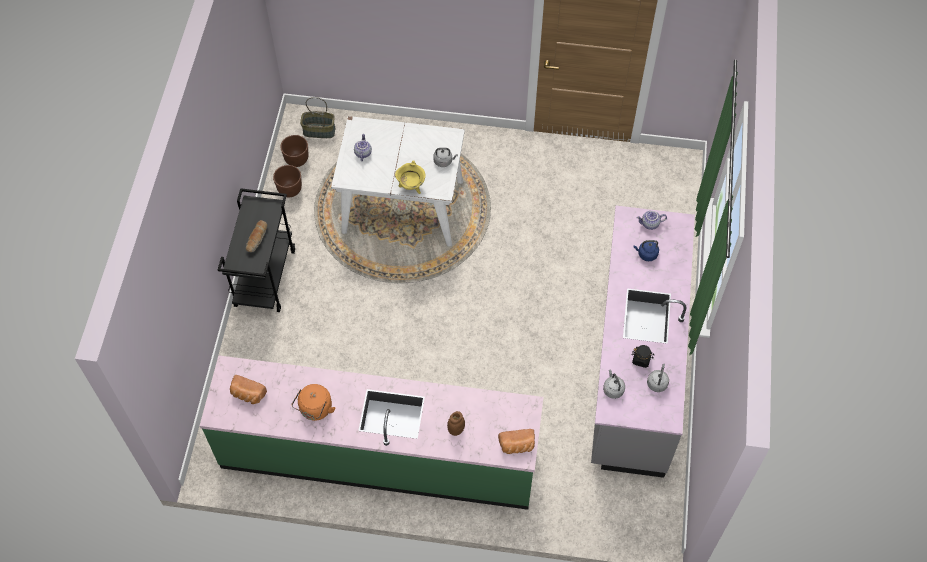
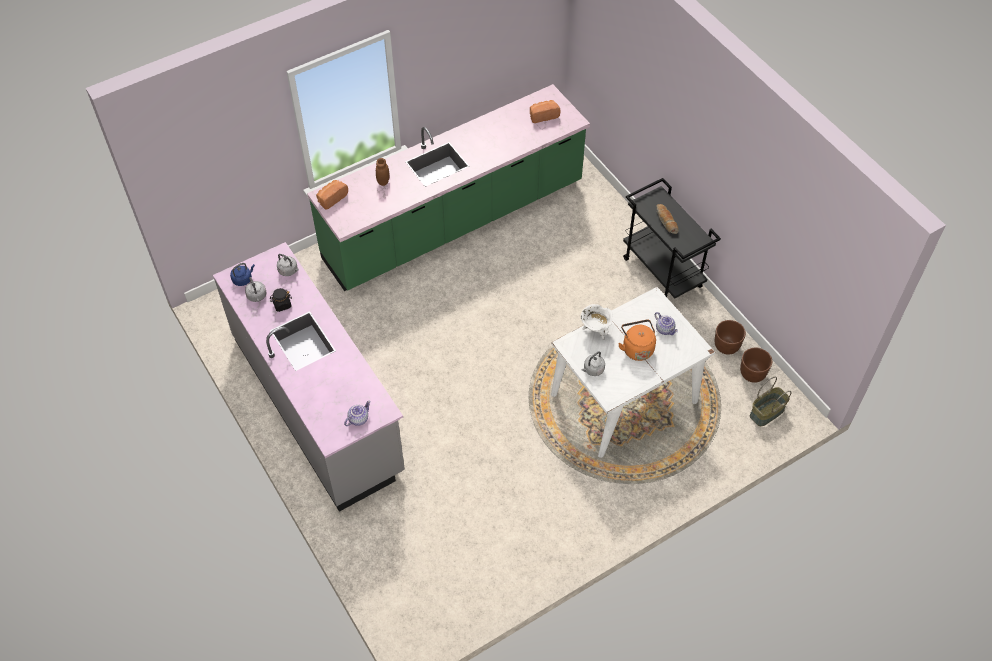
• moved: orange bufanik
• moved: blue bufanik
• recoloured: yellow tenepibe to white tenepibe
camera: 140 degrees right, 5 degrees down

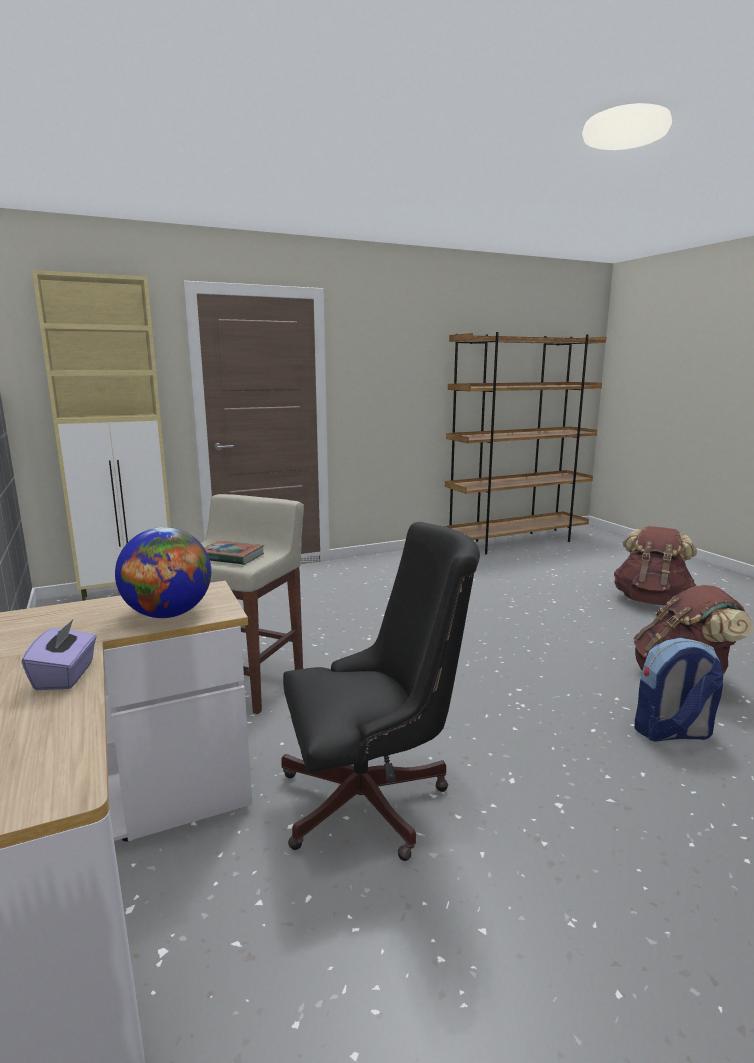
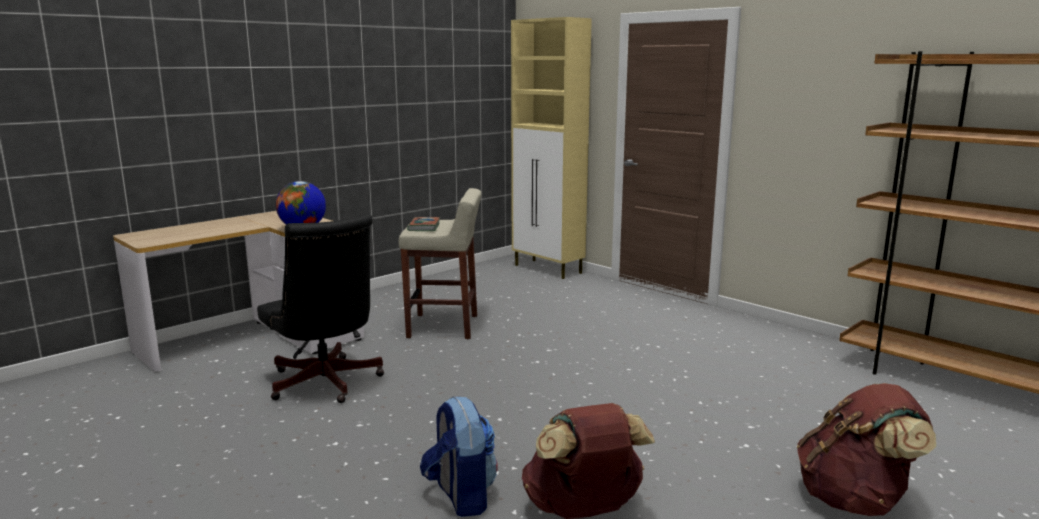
• removed: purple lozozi
camera: 70 degrees right, 0 degrees up

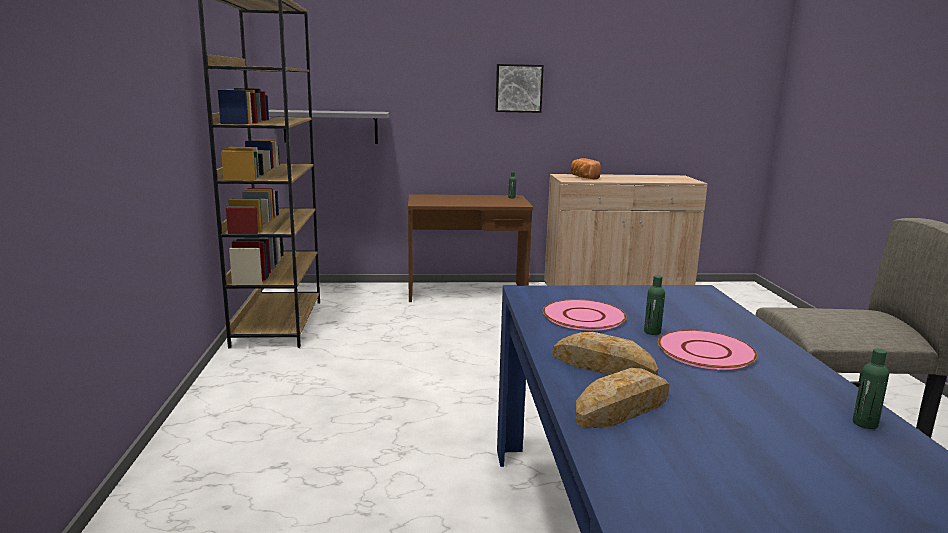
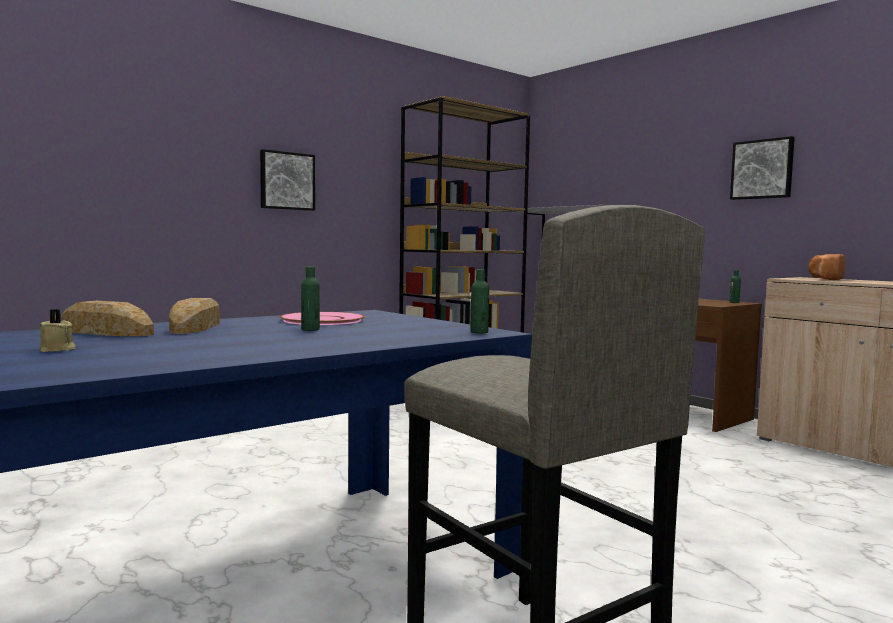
• removed: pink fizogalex (2nd from left)
• added: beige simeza
• added: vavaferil (1st from left)
• moved: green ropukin (3rd from left in the first image) to green ropukin (2nd from left)
camera: 55 degrees right, 10 degrees down

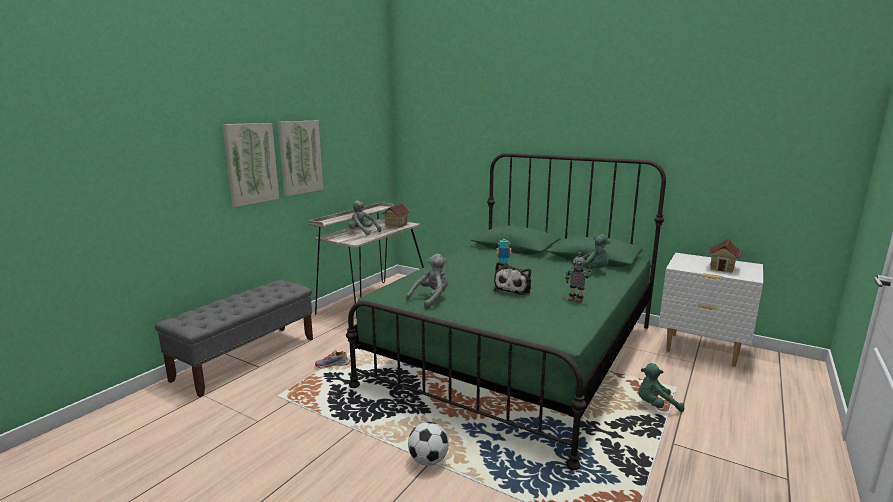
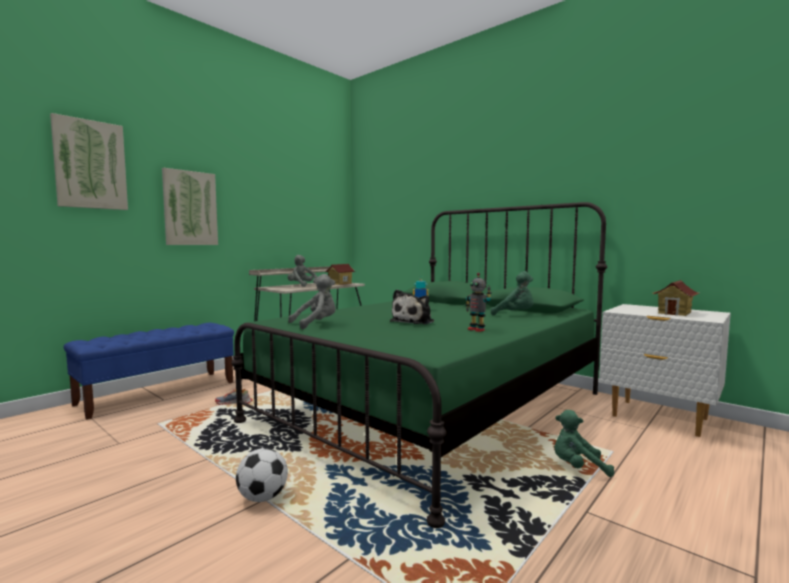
• moved: vavaferil (2nd from left in the first image) to vavaferil (1st from left)
• recoloured: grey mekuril to blue mekuril
camera: 10 degrees right, 10 degrees down

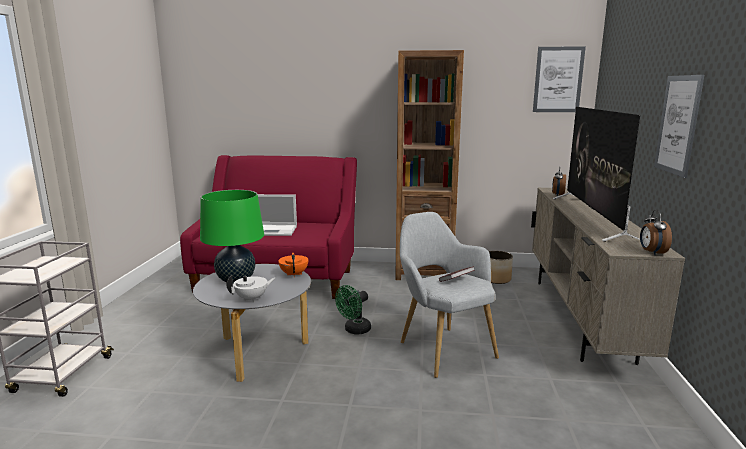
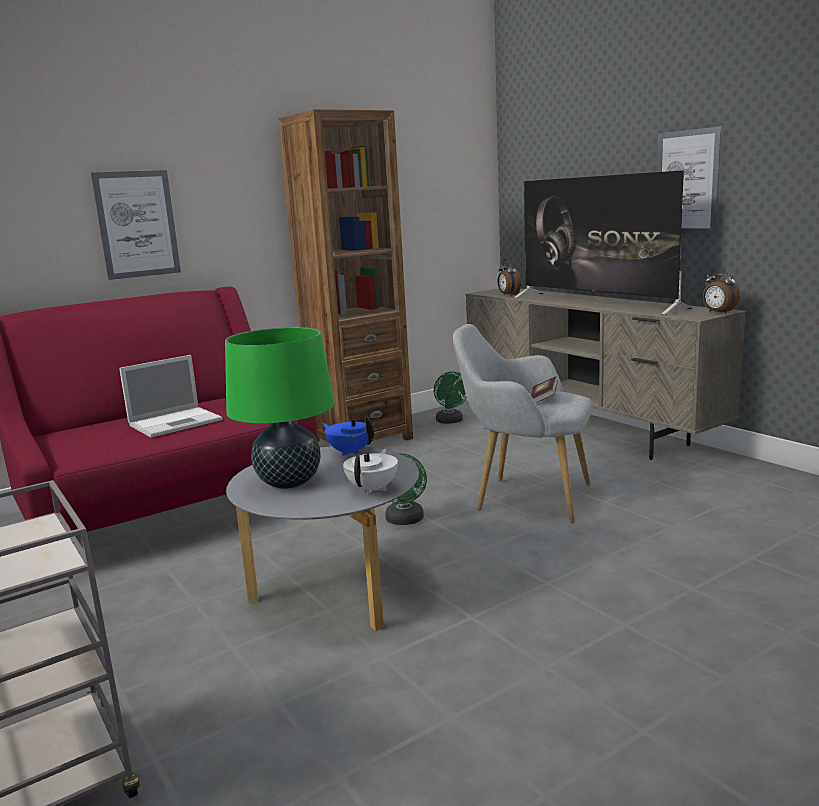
• moved: vavaferil (1st from left)
• replaced: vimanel to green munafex (2nd from left)
• recoloured: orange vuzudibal to blue vuzudibal
camera: 40 degrees left, 0 degrees up

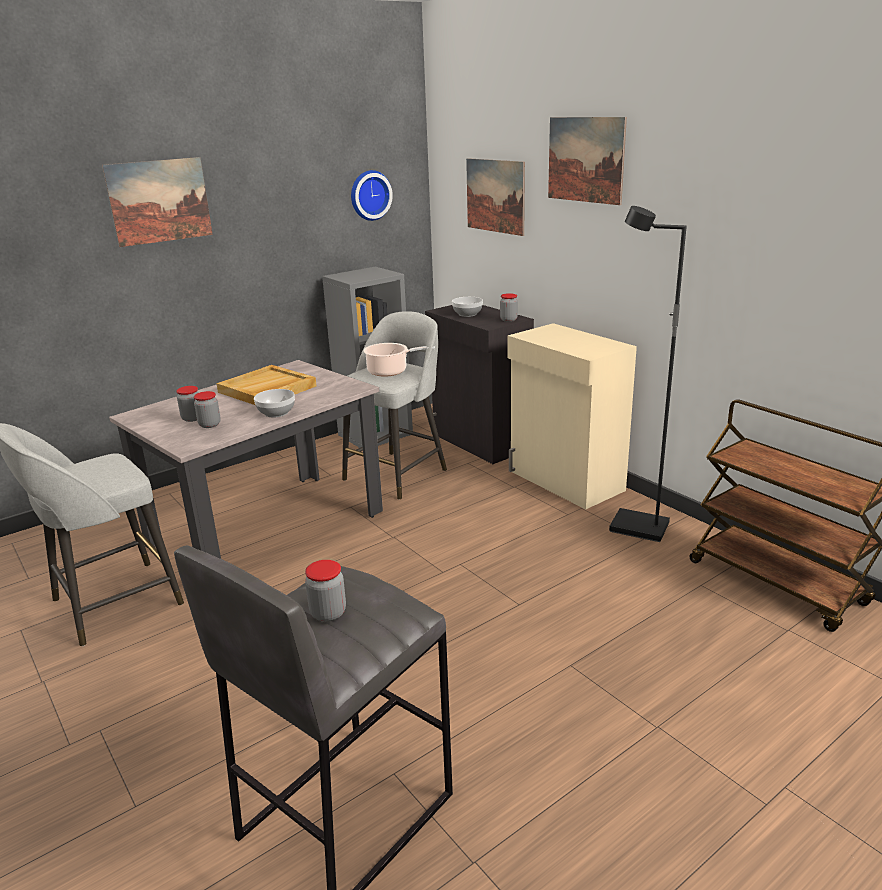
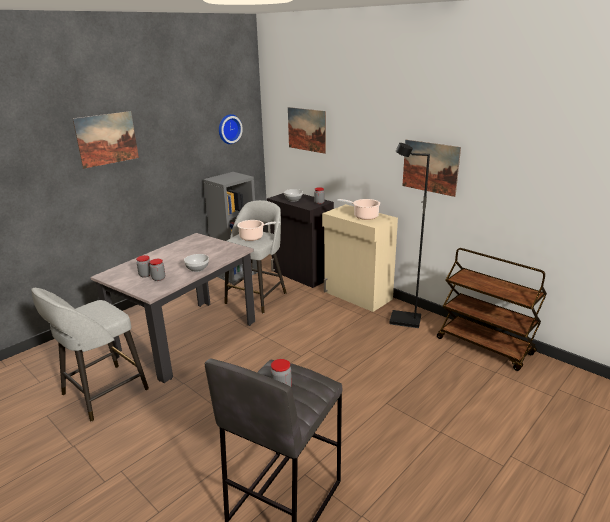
• removed: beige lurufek
• added: tenepibe (2nd from left)
• moved: vavaferil (3rd from left)
camera: 10 degrees left, 0 degrees up

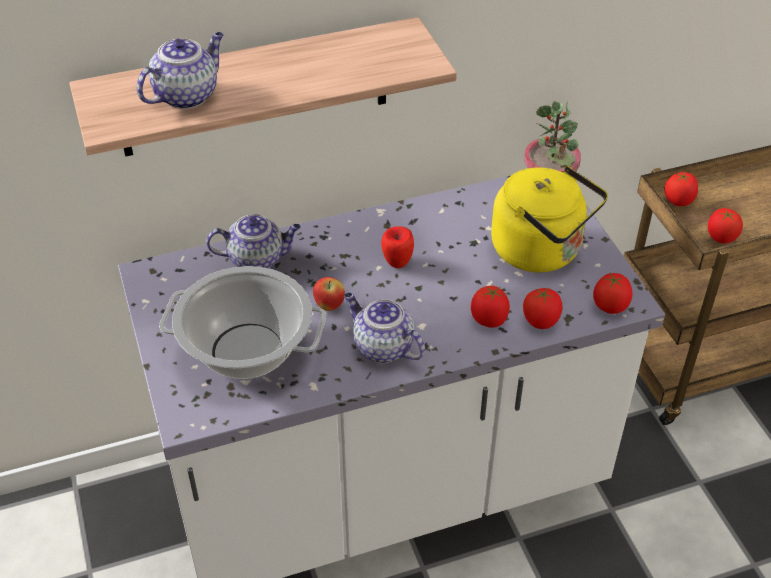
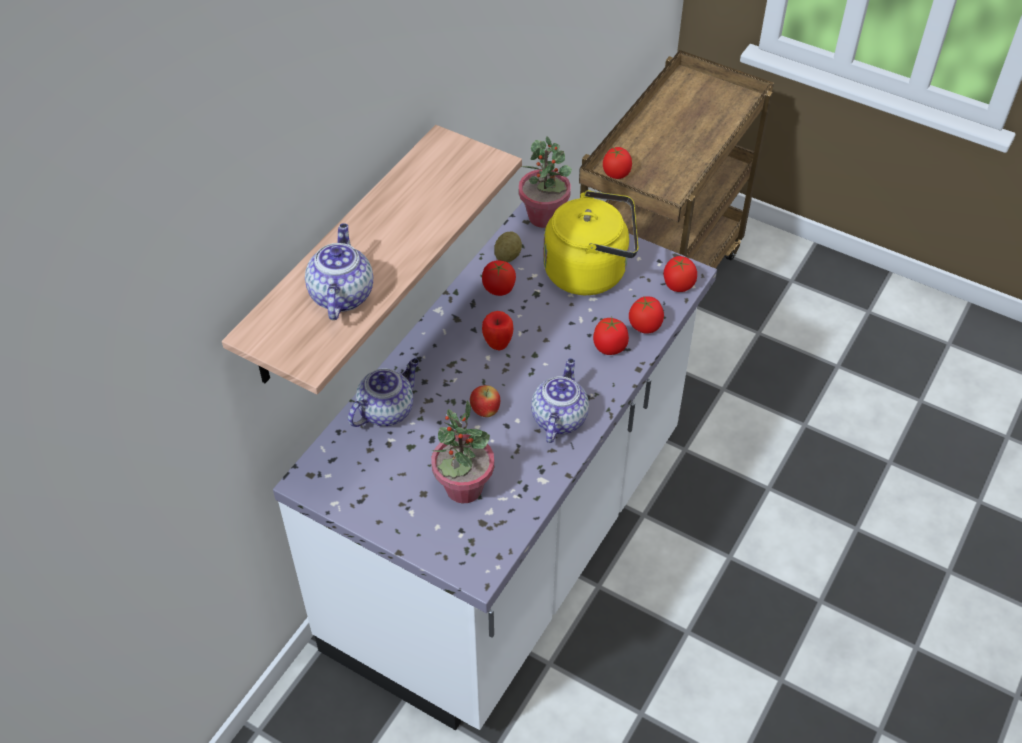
• added: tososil
• moved: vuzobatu (5th from left in the first image) to vuzobatu (1st from left)
• replaced: tenepibe to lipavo (1st from left)
• turned: vuzudibal (3rd from left) 105 degrees clockwise
camera: 40 degrees left, 5 degrees up

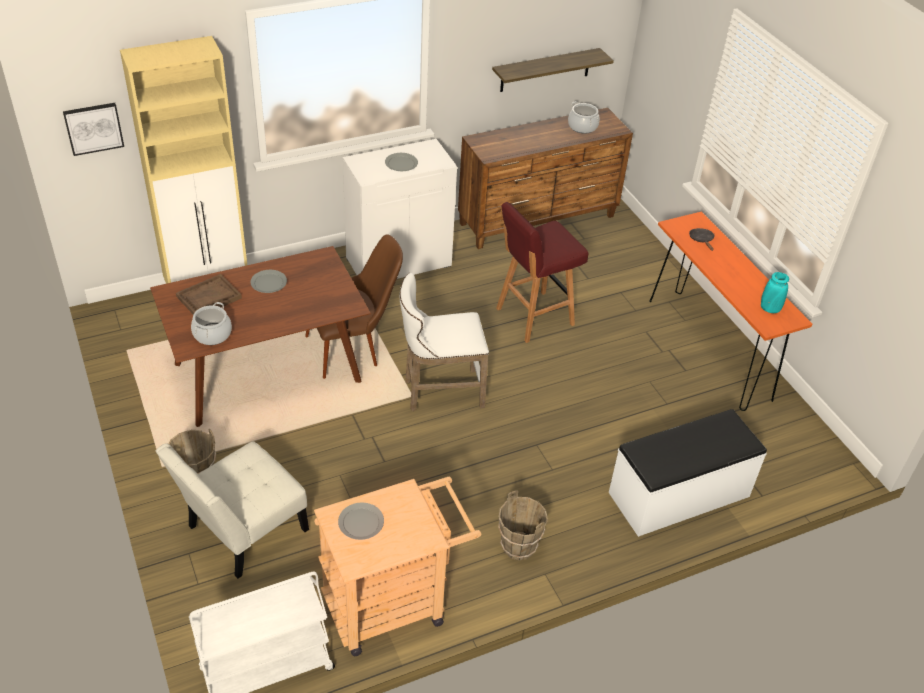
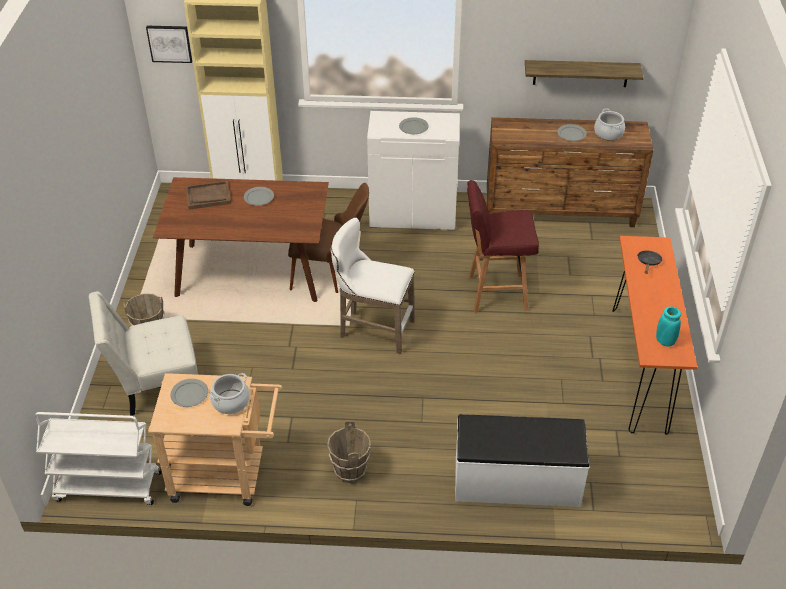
• added: grey fizogalex (4th from left)
• moved: tenepibe (1st from left)
camera: 30 degrees right, 0 degrees up

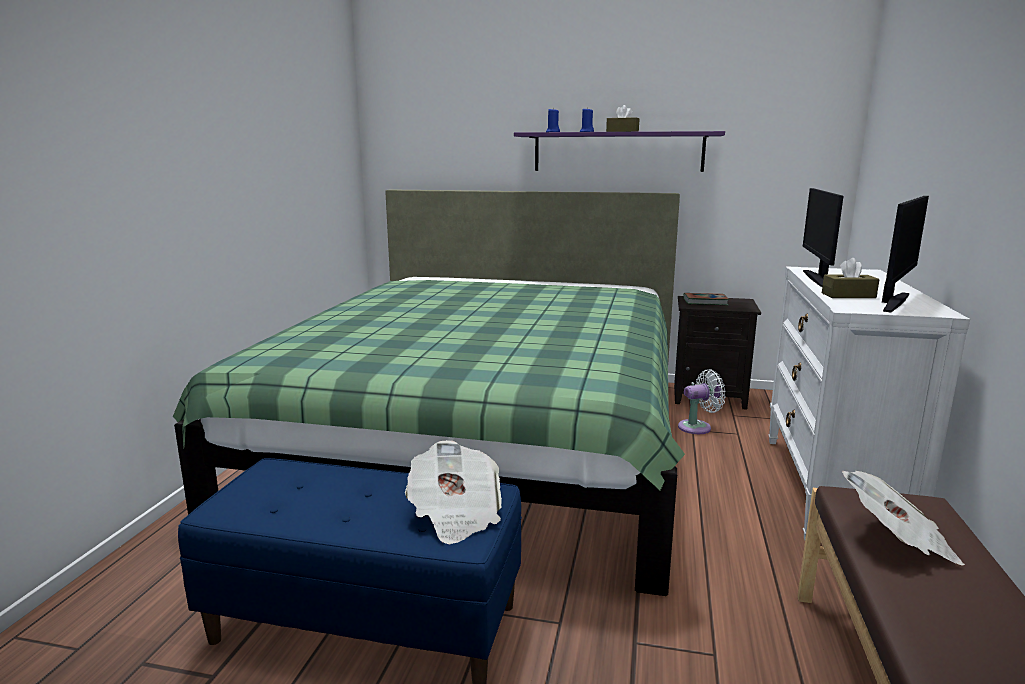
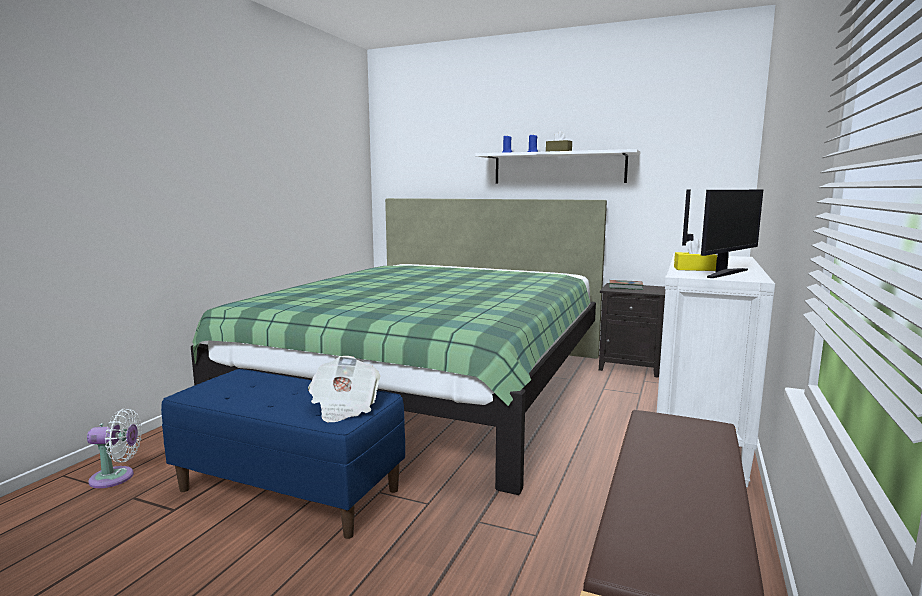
• removed: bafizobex (2nd from left)
• moved: white munafex
• recoloured: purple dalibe to white dalibe
• recoloured: brown lozozi (2nd from left) to yellow lozozi
camera: 10 degrees right, 5 degrees down

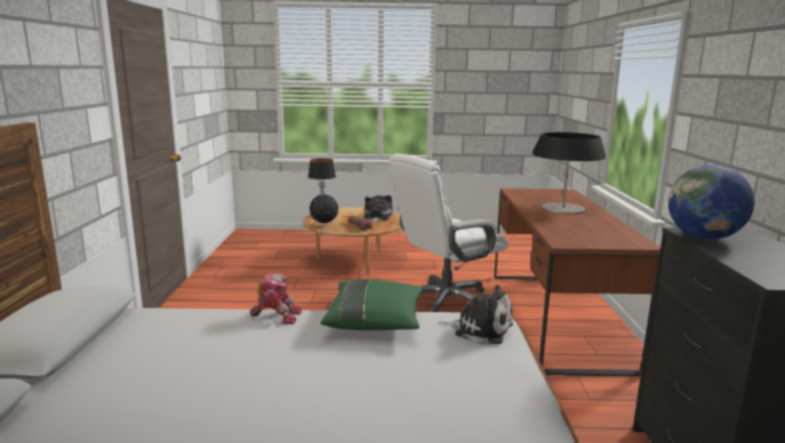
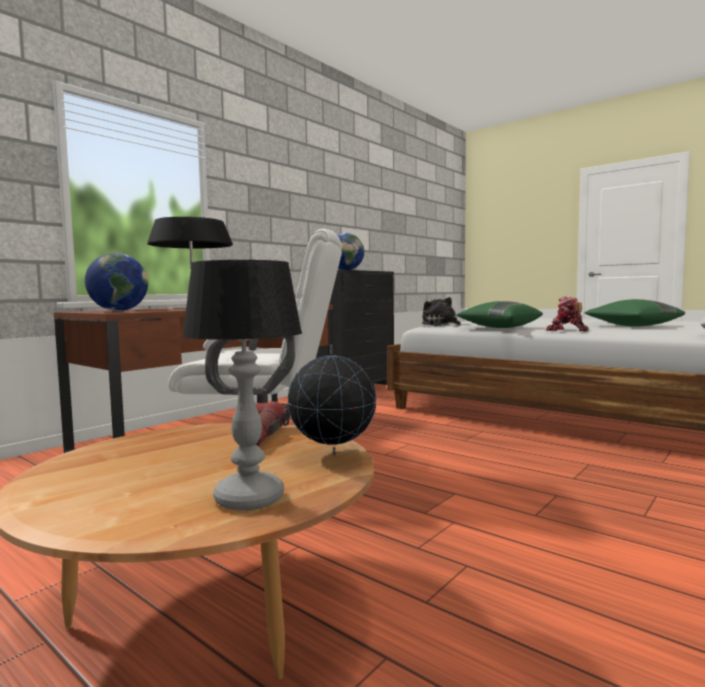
• removed: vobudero (1st from left)
• added: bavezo (1st from left)
• added: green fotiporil (2nd from left)
camera: 140 degrees left, 10 degrees down

